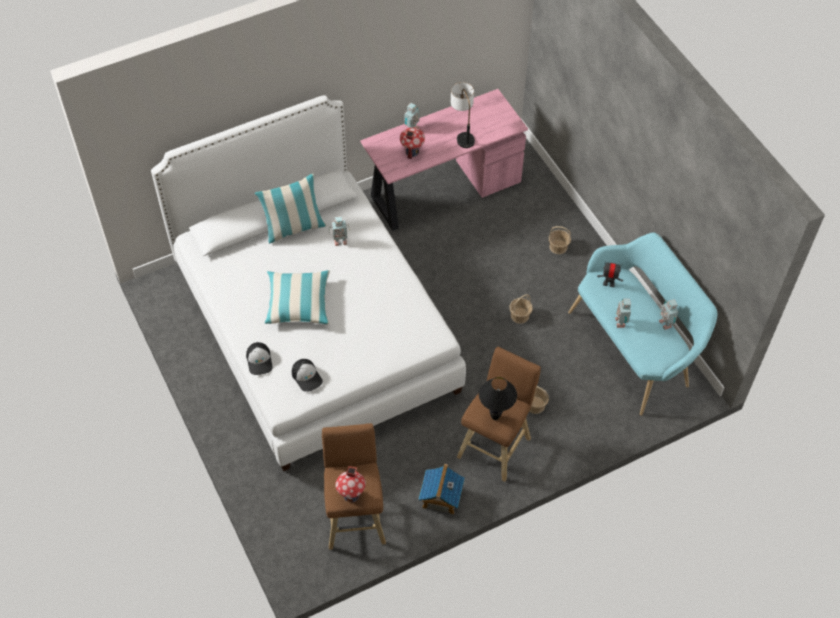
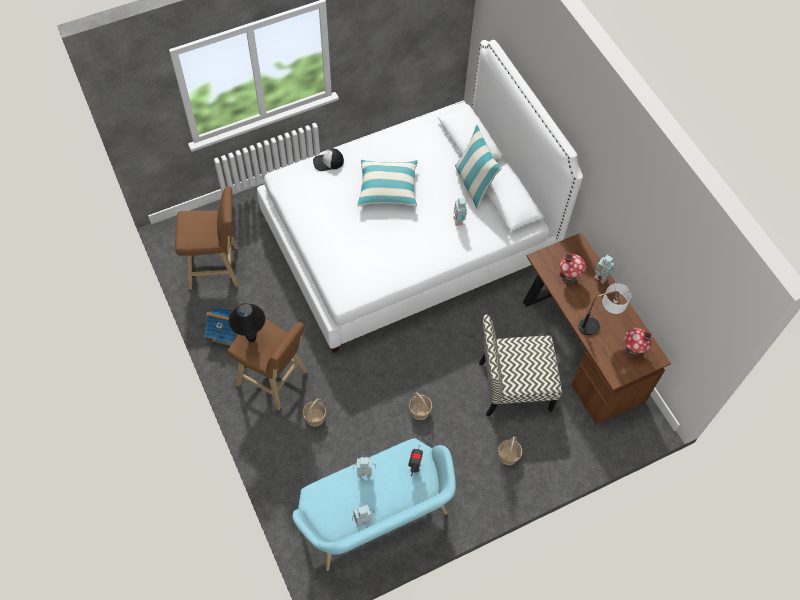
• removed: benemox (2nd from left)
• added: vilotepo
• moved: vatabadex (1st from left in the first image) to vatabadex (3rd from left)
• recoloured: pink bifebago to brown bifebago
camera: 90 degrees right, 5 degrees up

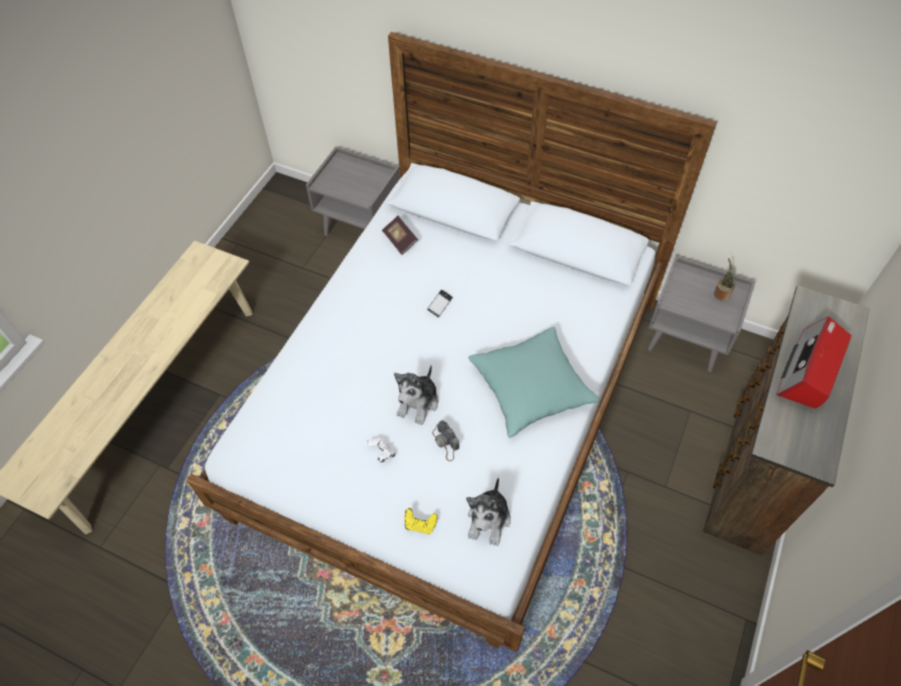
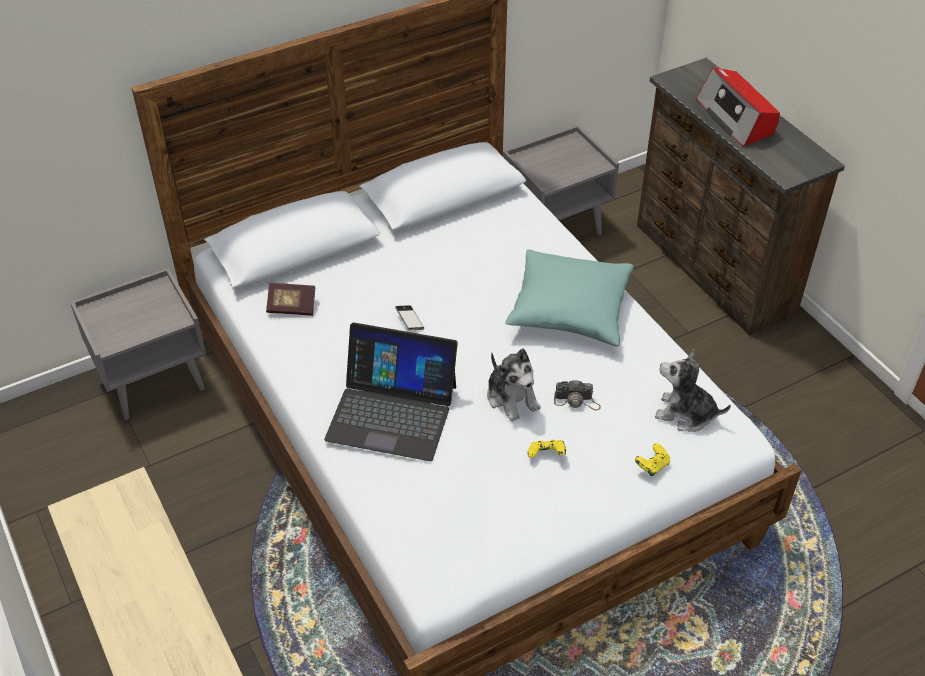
• removed: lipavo
• added: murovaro
• recoloured: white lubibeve to yellow lubibeve (1st from left)
• turned: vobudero (2nd from left) 150 degrees clockwise
camera: 55 degrees left, 10 degrees down

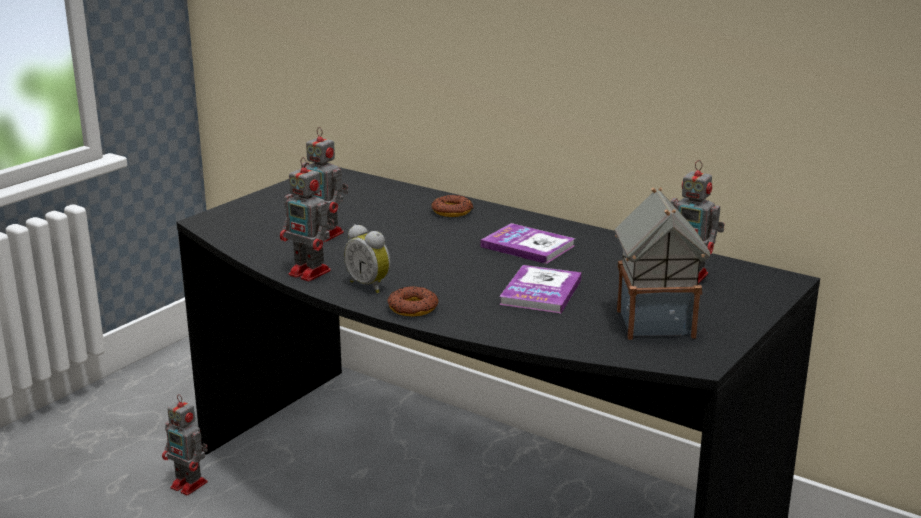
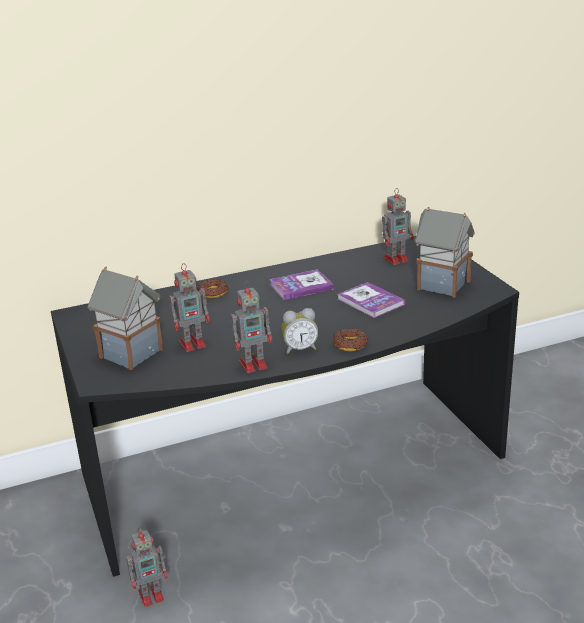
• added: vatabadex (1st from left)
camera: 55 degrees left, 5 degrees up

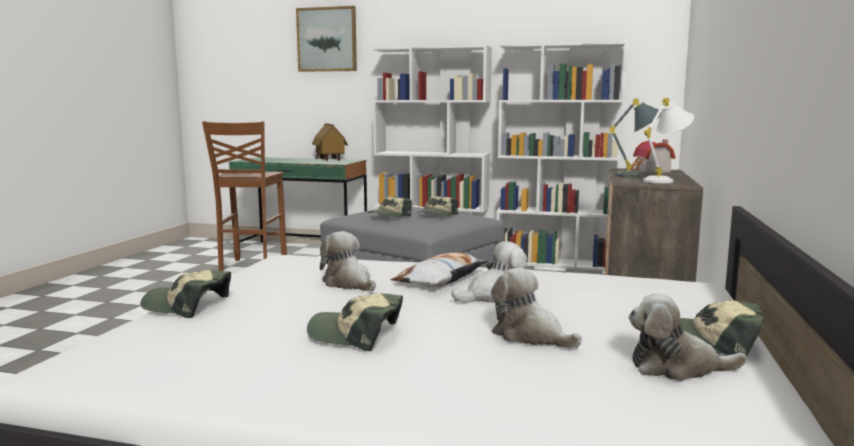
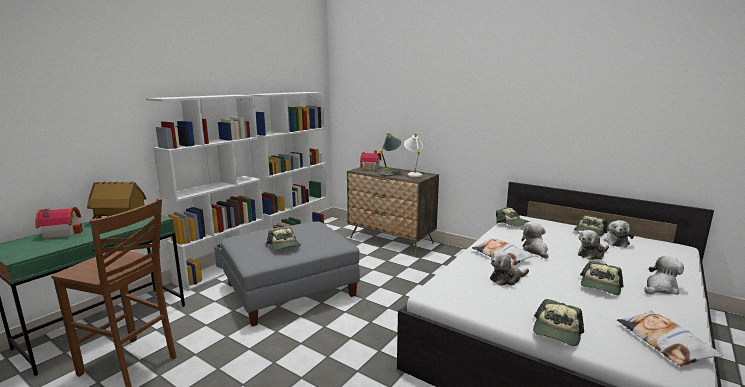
• removed: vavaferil
• added: vatabadex (1st from left)
• added: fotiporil (2nd from left)
• added: vobudero (5th from left)
• moved: benemox (4th from left in the first image) to benemox (2nd from left)
camera: 70 degrees left, 5 degrees up

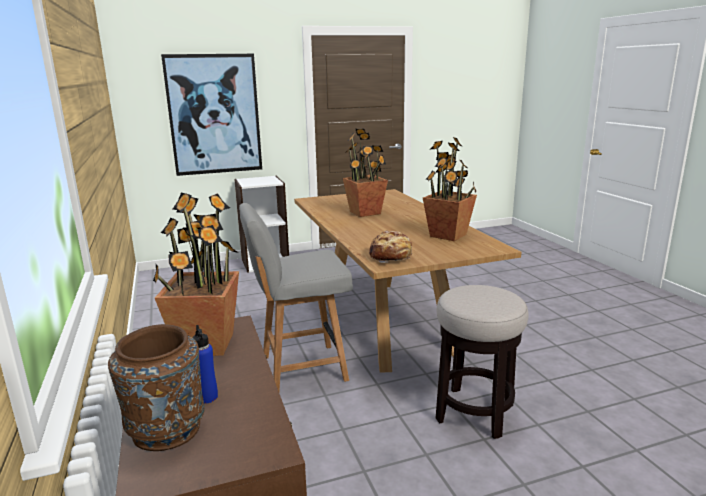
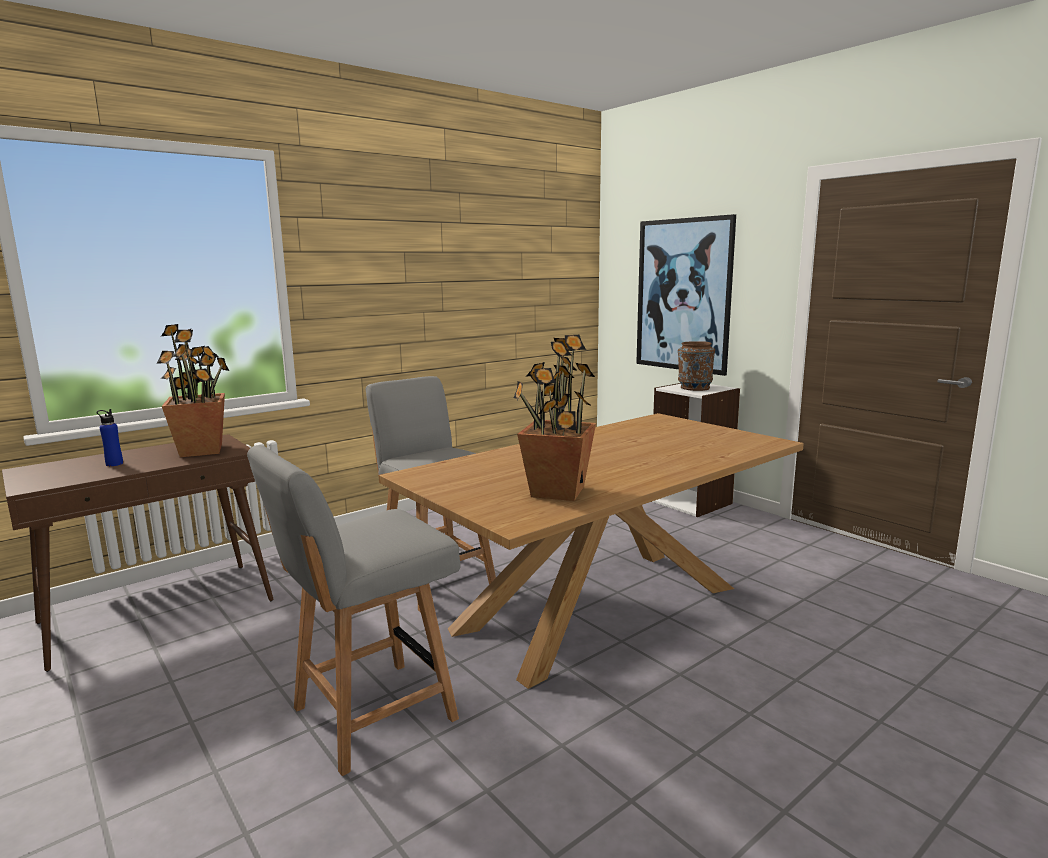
• removed: lipavo (2nd from left)
• removed: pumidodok
• moved: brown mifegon
• replaced: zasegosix to grey vilotepo (1st from left)
camera: 70 degrees right, 5 degrees down

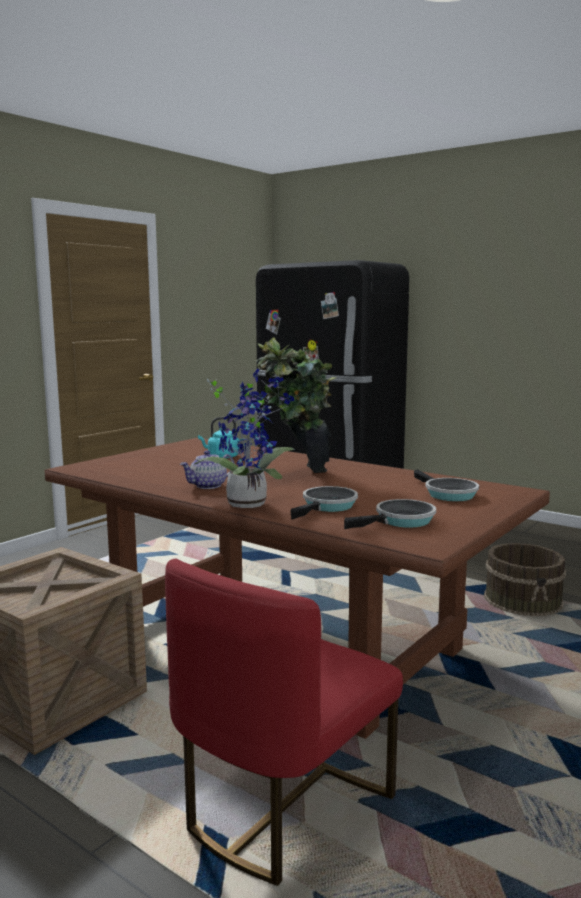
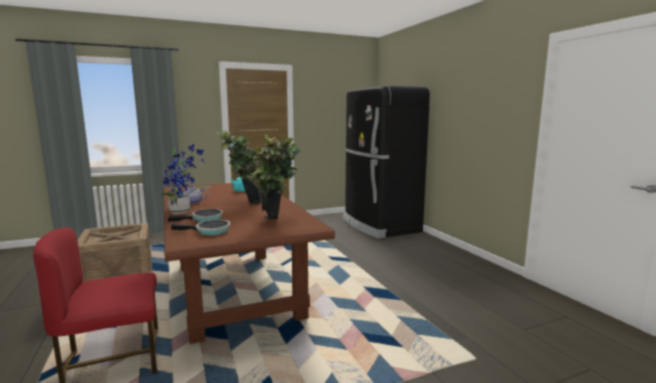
• removed: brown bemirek
• replaced: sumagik (3rd from left) to lipavo (3rd from left)
camera: 30 degrees right, 0 degrees up

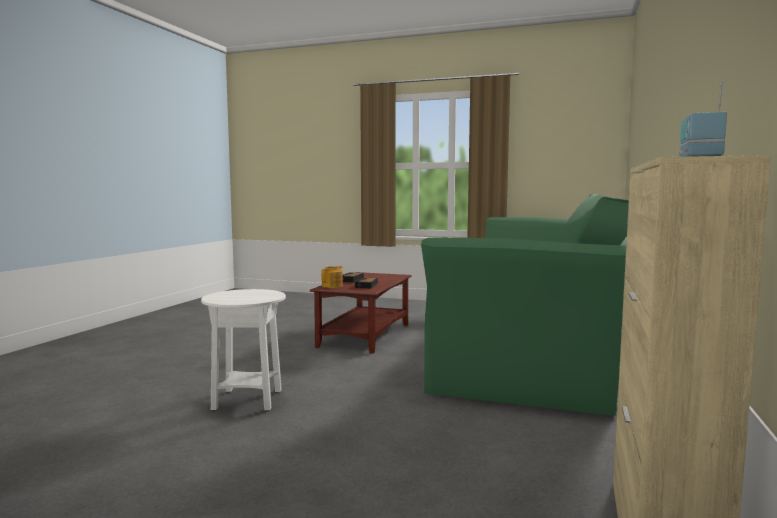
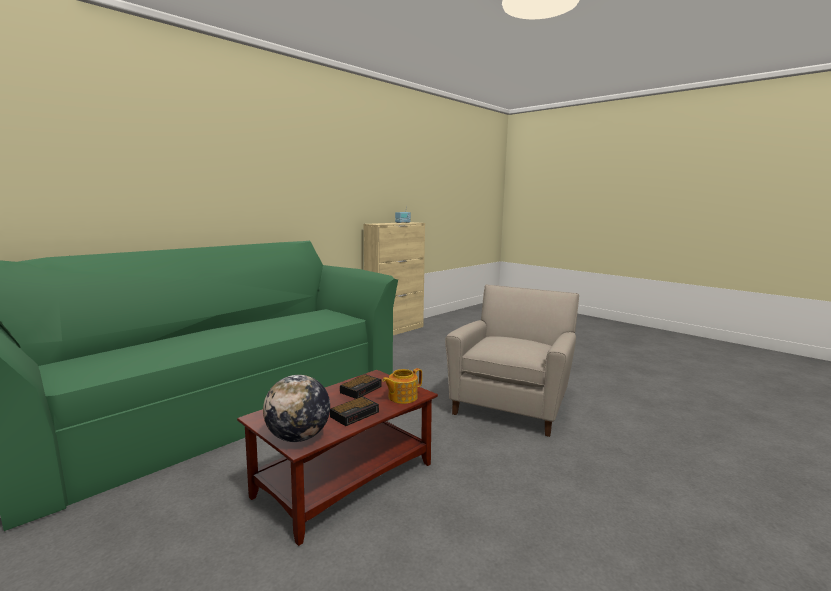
• added: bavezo
• replaced: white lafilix to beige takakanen
camera: 155 degrees left, 5 degrees up

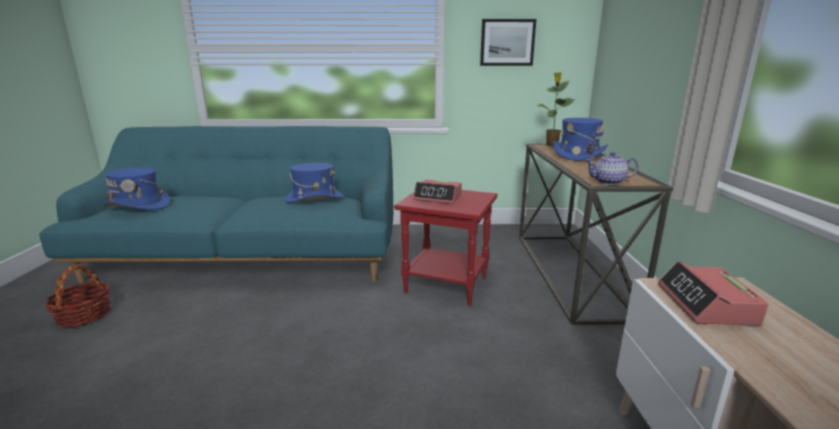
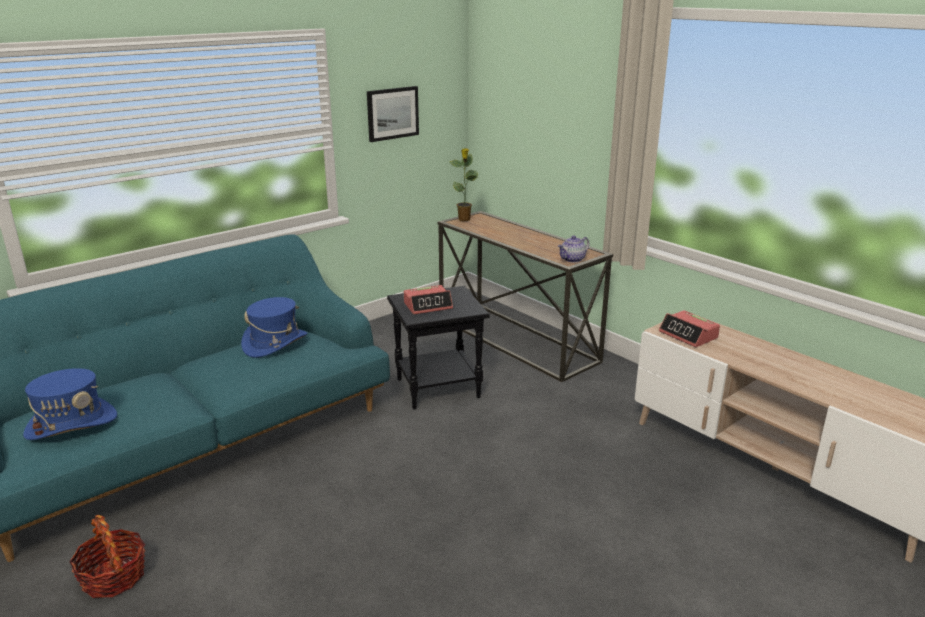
• removed: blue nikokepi (3rd from left)
• recoloured: red lafilix to black lafilix
camera: 40 degrees left, 5 degrees up

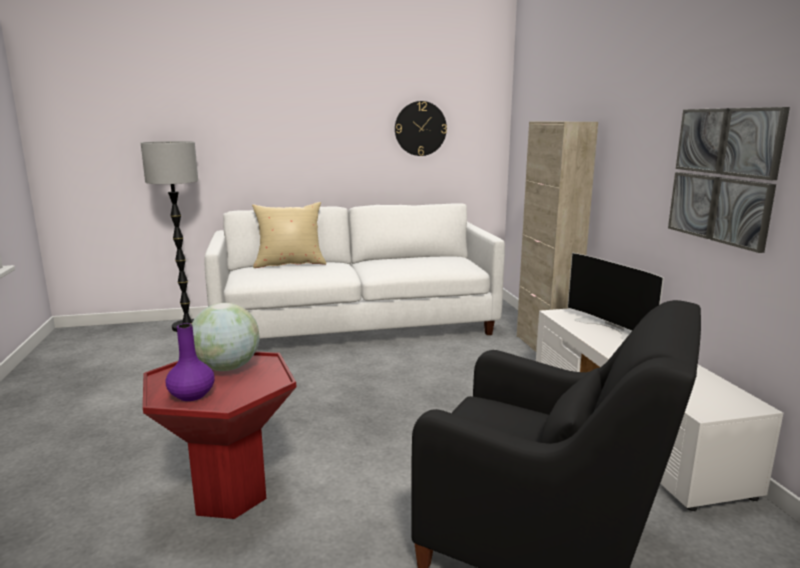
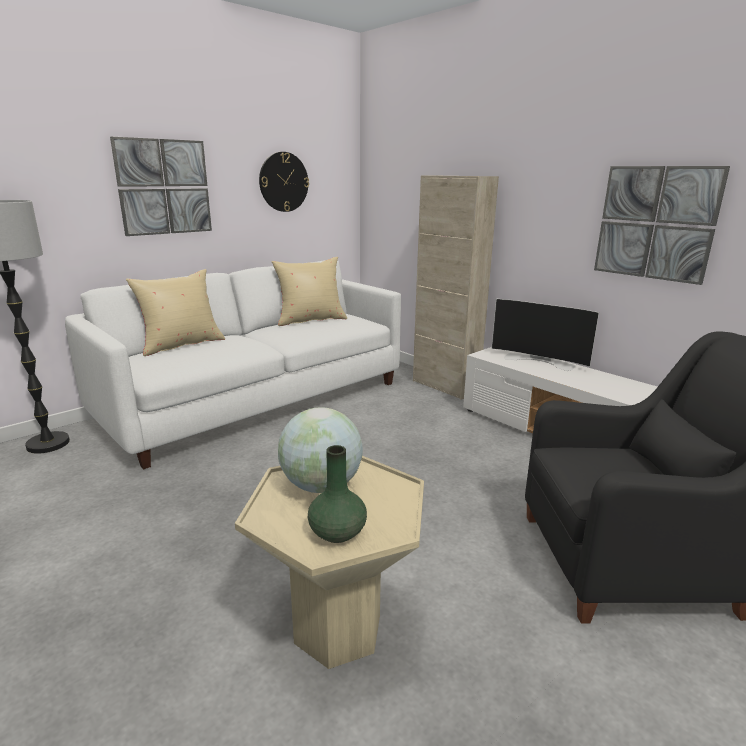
• added: vavaferil (1st from left)
• added: beige fotiporil (2nd from left)
• recoloured: red lafilix to beige lafilix
• recoloured: purple mifegon to green mifegon
camera: 30 degrees left, 5 degrees up

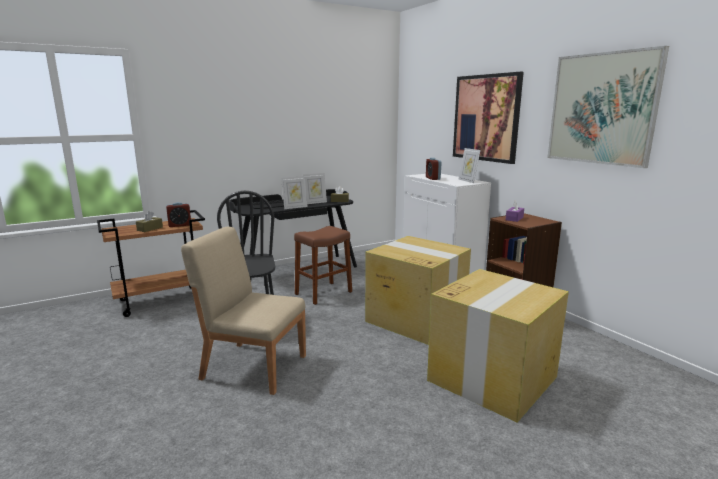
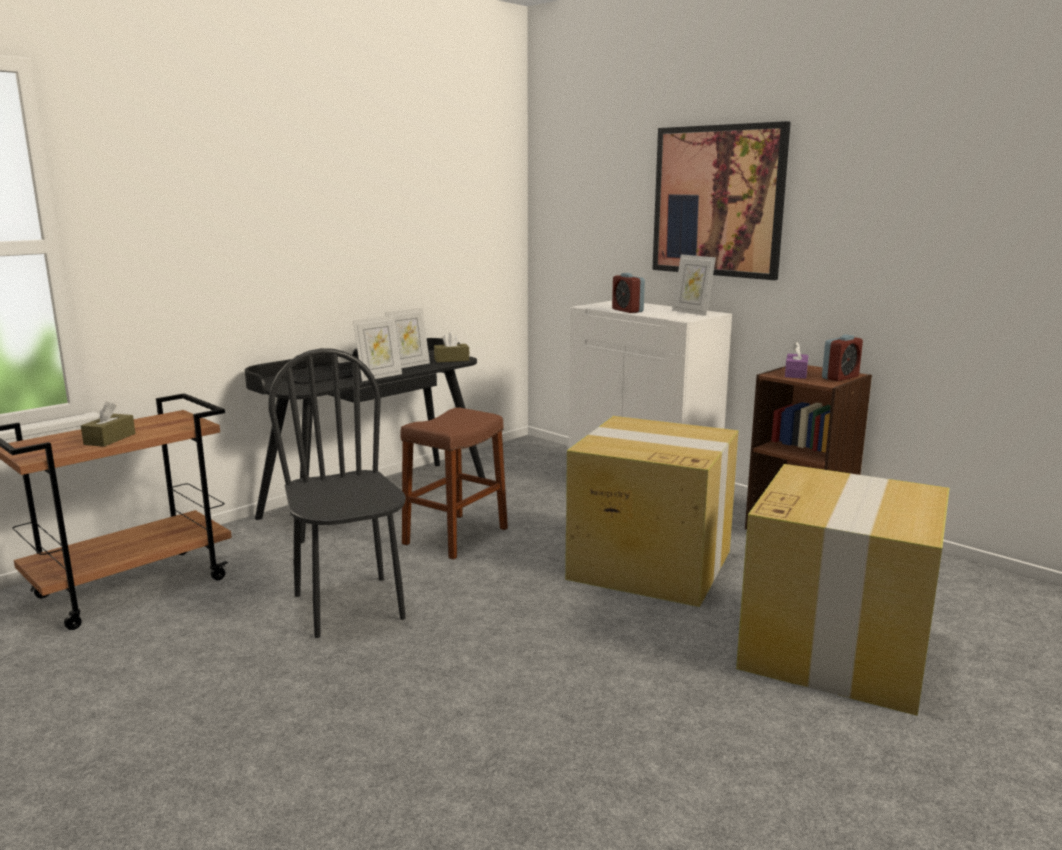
• removed: beige vilotepo
• removed: vavaferil (2nd from left)
• moved: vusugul (1st from left in the first image) to vusugul (2nd from left)
camera: 15 degrees left, 0 degrees up

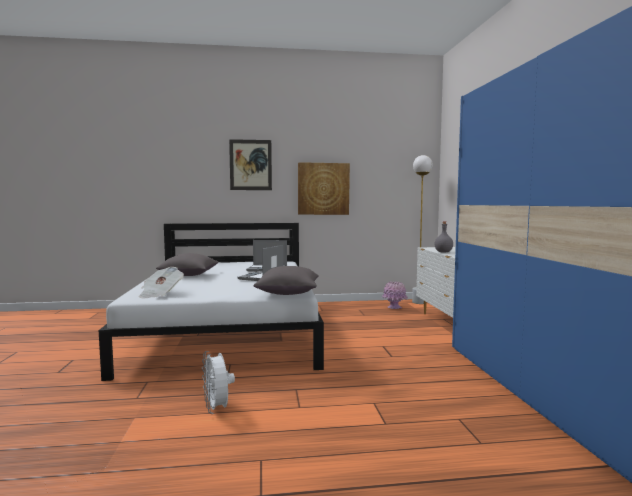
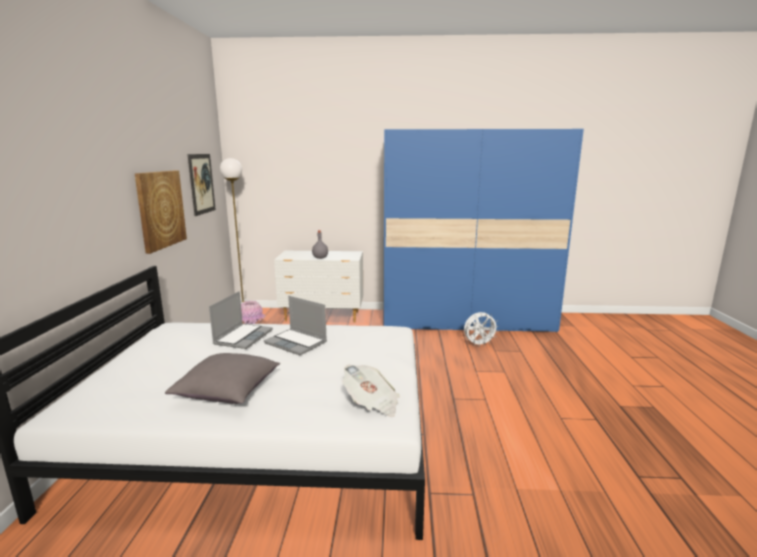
• removed: grey fotiporil (2nd from left)
• moved: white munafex
• moved: vavaferil (1st from left in the first image) to vavaferil (2nd from left)
camera: 80 degrees left, 10 degrees up

